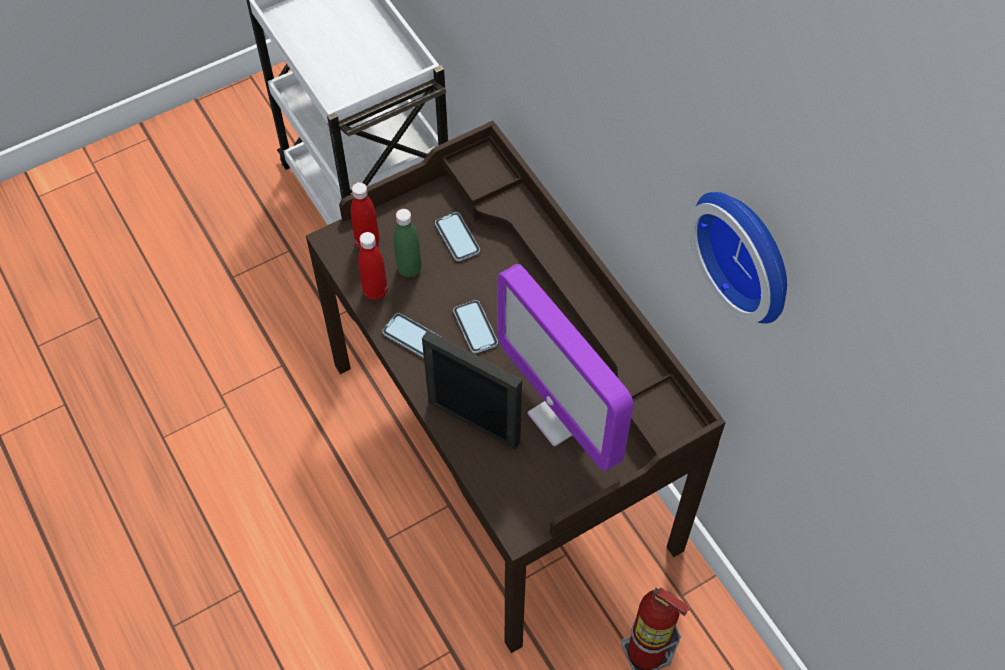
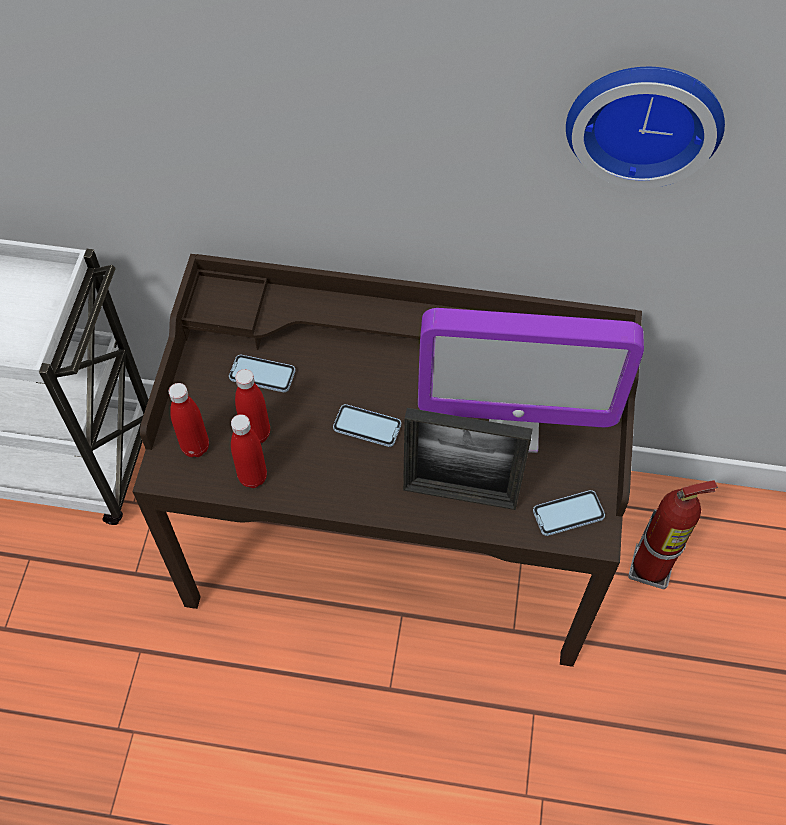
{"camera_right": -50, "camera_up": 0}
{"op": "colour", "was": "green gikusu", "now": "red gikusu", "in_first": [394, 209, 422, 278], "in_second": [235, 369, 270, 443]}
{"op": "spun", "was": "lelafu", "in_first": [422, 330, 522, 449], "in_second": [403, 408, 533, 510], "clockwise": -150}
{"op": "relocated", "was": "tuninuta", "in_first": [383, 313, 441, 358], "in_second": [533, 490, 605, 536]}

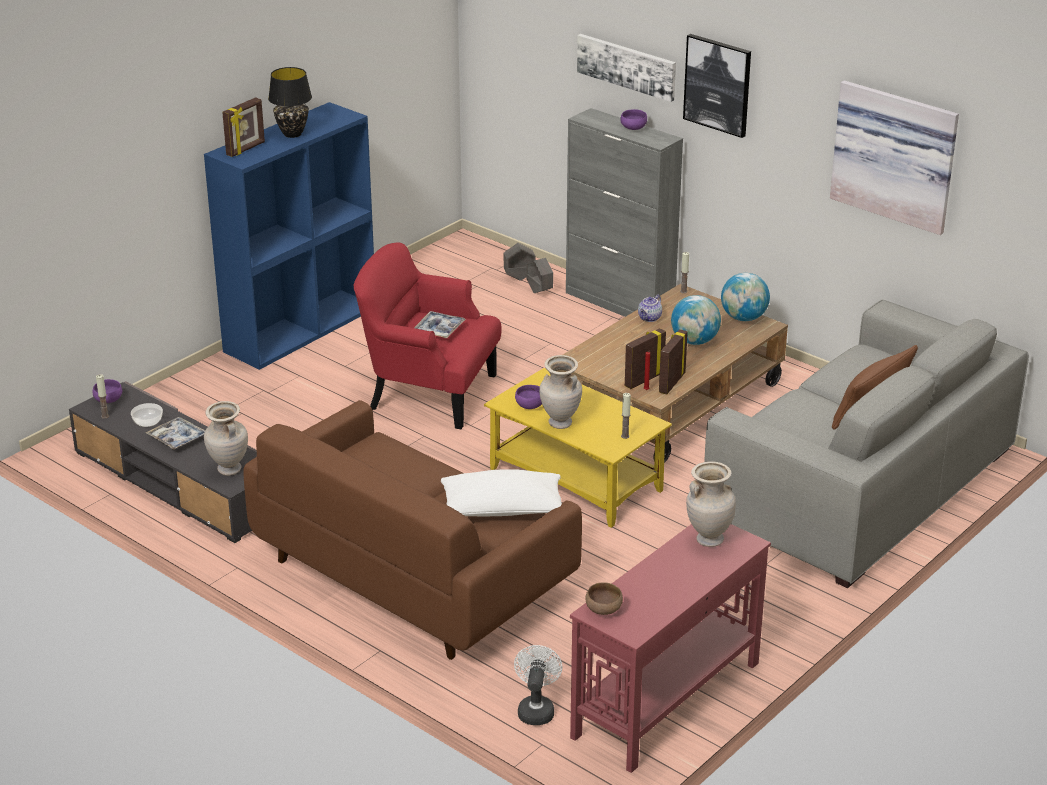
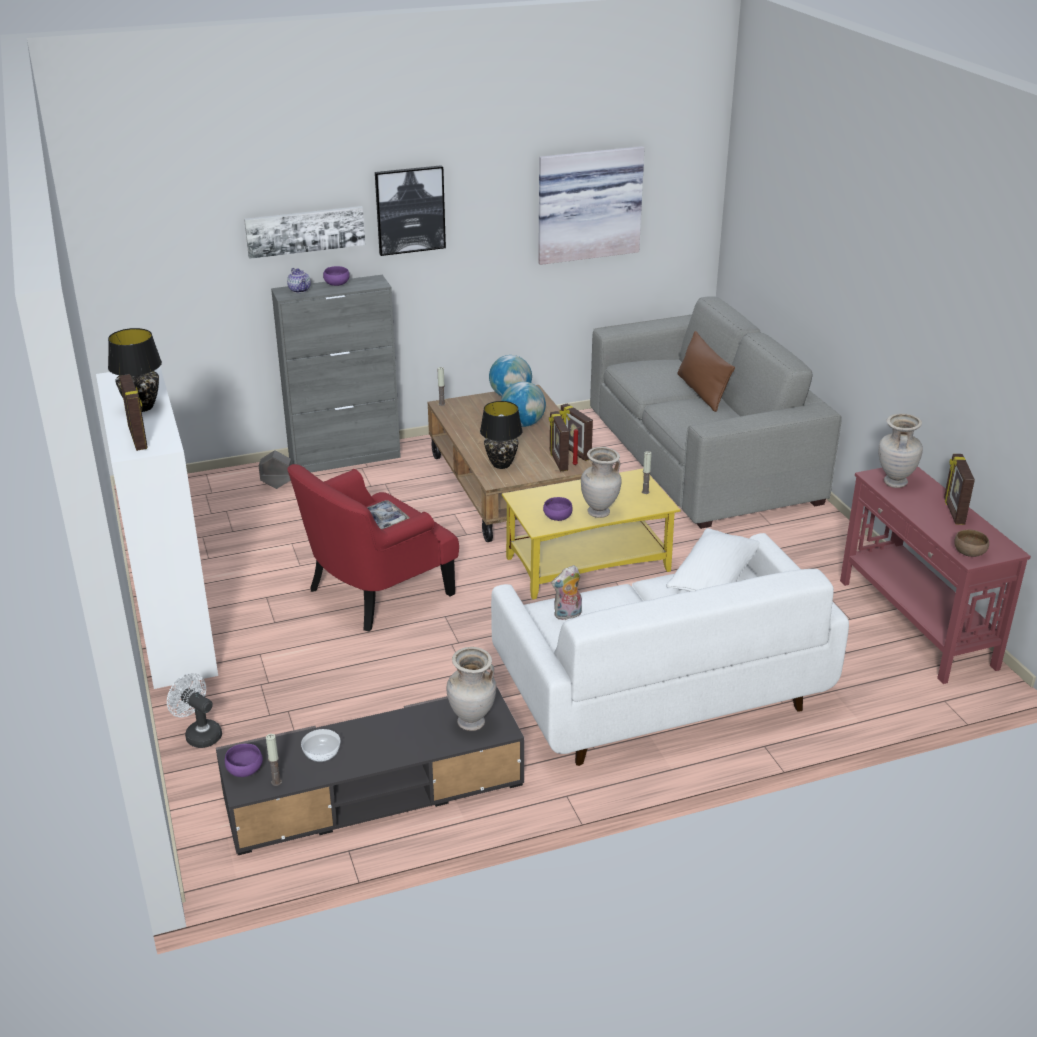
{"camera_right": -60, "camera_up": 0}
{"op": "colour", "was": "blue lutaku", "now": "white lutaku", "in_first": [204, 102, 374, 370], "in_second": [96, 367, 218, 689]}
{"op": "relocated", "was": "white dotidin", "in_first": [514, 645, 563, 725], "in_second": [167, 673, 222, 748]}
{"op": "relocated", "was": "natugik", "in_first": [638, 295, 662, 322], "in_second": [287, 268, 311, 293]}
{"op": "appeared", "now": "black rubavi", "in_second": [480, 401, 522, 469]}
{"op": "colour", "was": "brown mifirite", "now": "white mifirite", "in_first": [243, 400, 582, 660], "in_second": [491, 533, 849, 766]}
{"op": "appeared", "now": "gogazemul", "in_second": [551, 565, 582, 620]}
{"op": "appeared", "now": "lelafu", "in_second": [944, 454, 975, 525]}
{"op": "missing", "was": "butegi", "in_first": [146, 417, 205, 450]}
{"op": "missing", "was": "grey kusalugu", "in_first": [504, 243, 535, 281]}

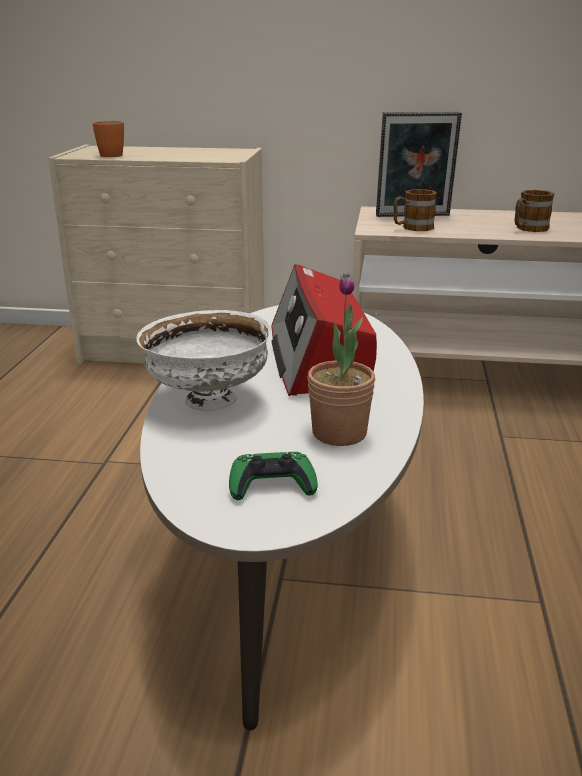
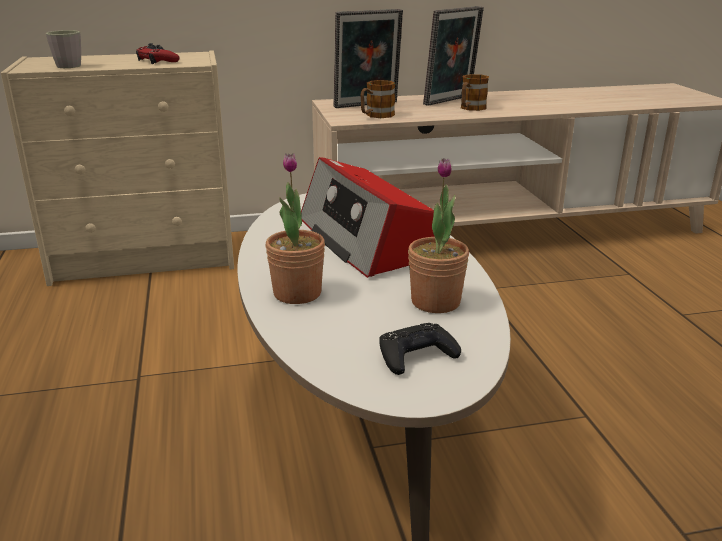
{"camera_right": -20, "camera_up": 0}
{"op": "colour", "was": "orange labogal", "now": "grey labogal", "in_first": [92, 121, 124, 157], "in_second": [46, 30, 81, 68]}
{"op": "appeared", "now": "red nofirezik", "in_second": [136, 43, 180, 64]}
{"op": "exchanged", "was": "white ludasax", "now": "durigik", "in_first": [137, 310, 272, 411], "in_second": [265, 153, 325, 304]}
{"op": "colour", "was": "green nofirezik", "now": "black nofirezik", "in_first": [229, 452, 318, 500], "in_second": [379, 323, 461, 375]}
{"op": "appeared", "now": "lelafu", "in_second": [423, 6, 484, 106]}

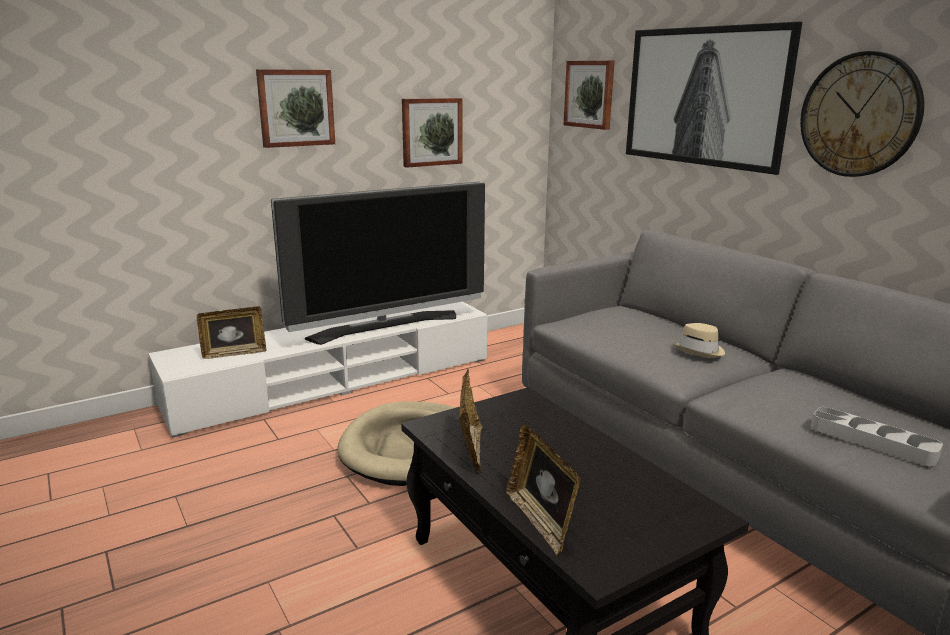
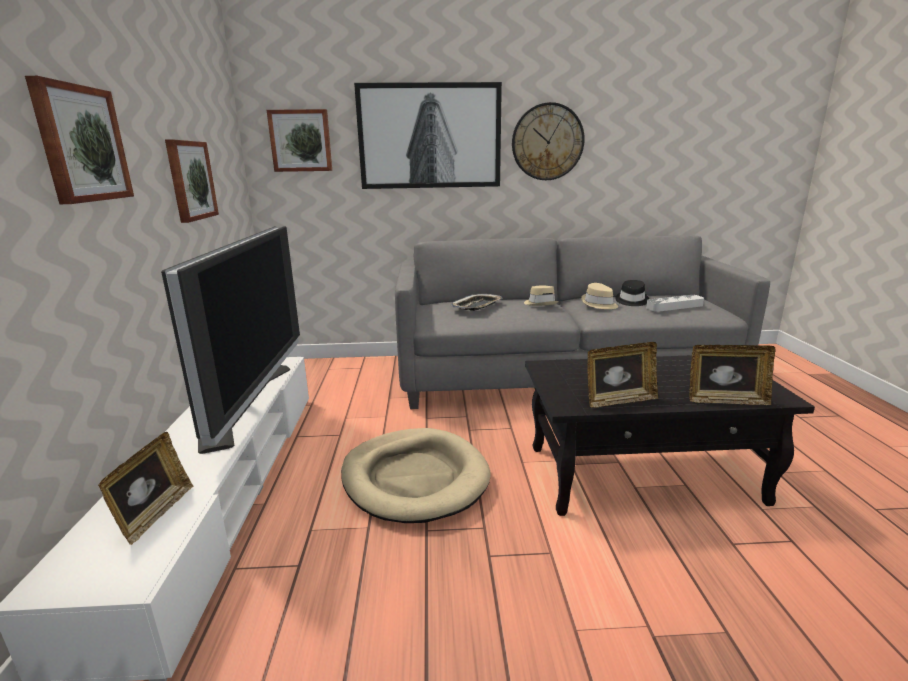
{"camera_right": -60, "camera_up": 0}
{"op": "appeared", "now": "butegi", "in_second": [451, 294, 503, 311]}
{"op": "appeared", "now": "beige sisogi", "in_second": [581, 283, 618, 309]}
{"op": "spun", "was": "lelafu", "in_first": [459, 369, 483, 473], "in_second": [587, 342, 658, 408], "clockwise": 135}
{"op": "appeared", "now": "black sisogi", "in_second": [615, 280, 649, 306]}

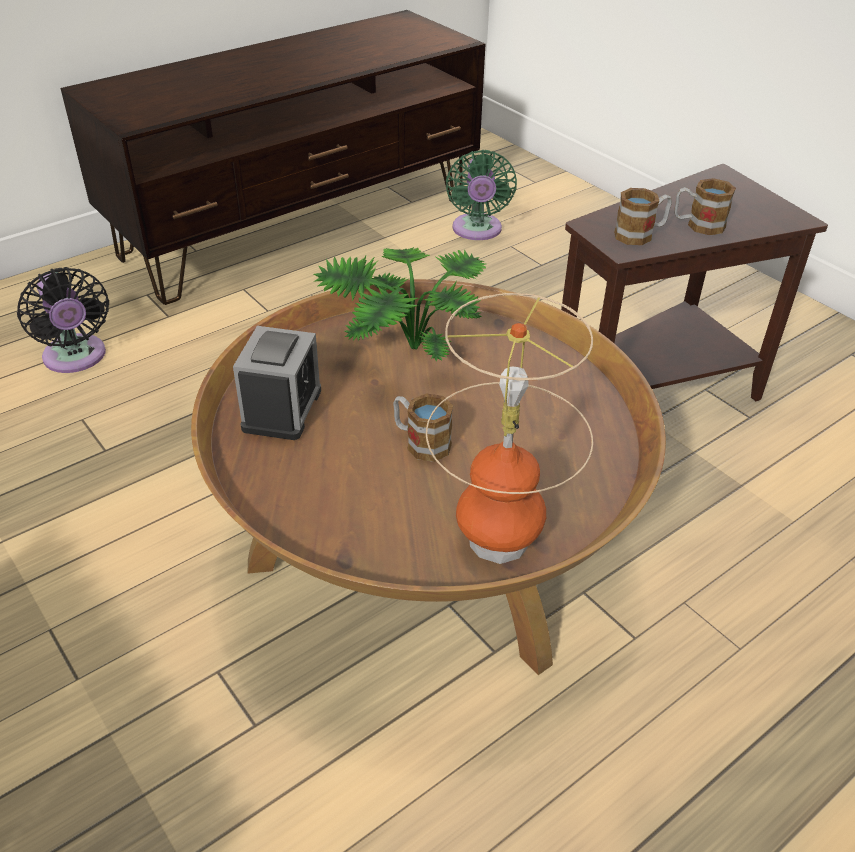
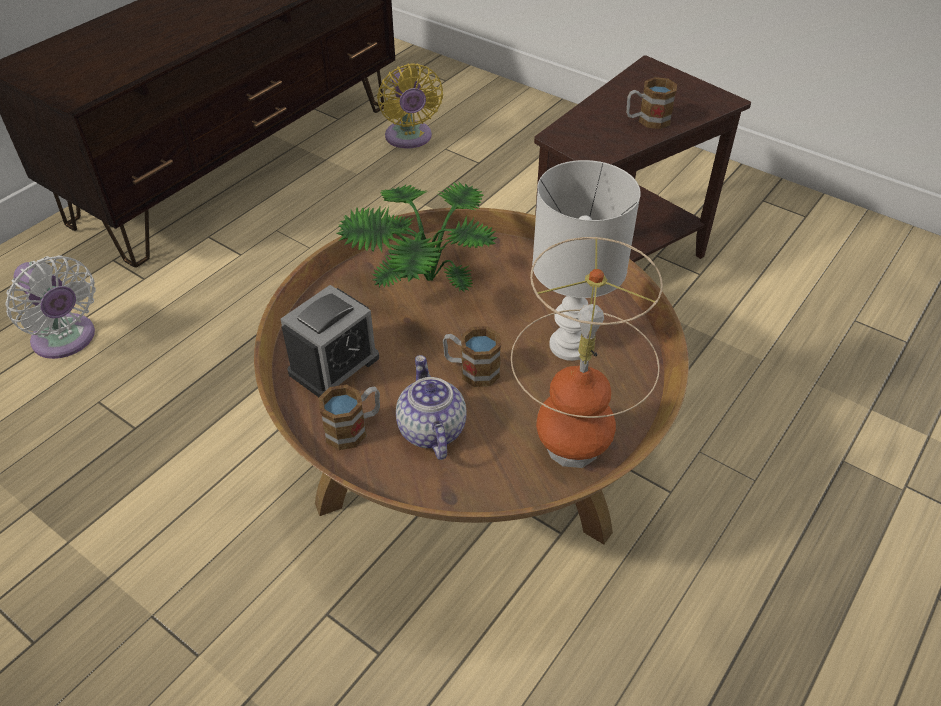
{"camera_right": -15, "camera_up": 5}
{"op": "colour", "was": "black dotidin", "now": "white dotidin", "in_first": [17, 267, 109, 373], "in_second": [5, 255, 96, 359]}
{"op": "spun", "was": "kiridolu", "in_first": [233, 326, 321, 440], "in_second": [281, 285, 379, 397], "clockwise": 45}
{"op": "relocated", "was": "labogal", "in_first": [614, 188, 672, 245], "in_second": [318, 384, 380, 450]}
{"op": "colour", "was": "green dotidin", "now": "yellow dotidin", "in_first": [446, 150, 517, 240], "in_second": [377, 63, 443, 149]}
{"op": "appeared", "now": "natugik", "in_second": [396, 355, 467, 460]}
{"op": "appeared", "now": "white rubavi", "in_second": [532, 160, 641, 361]}

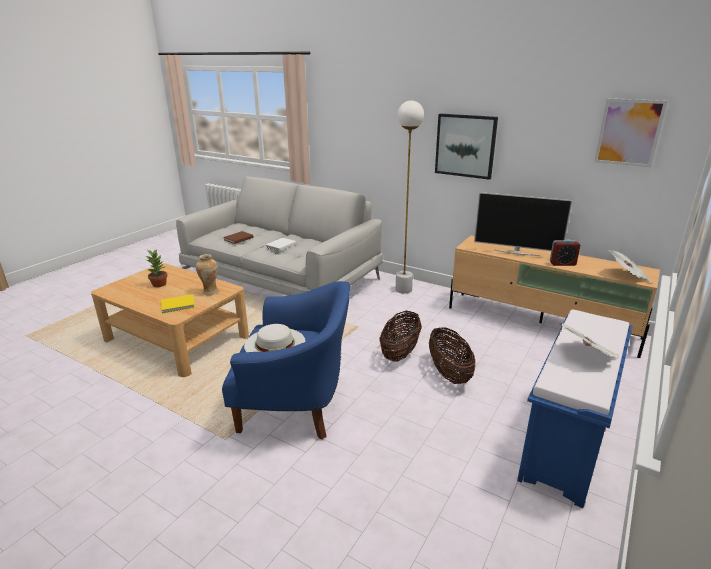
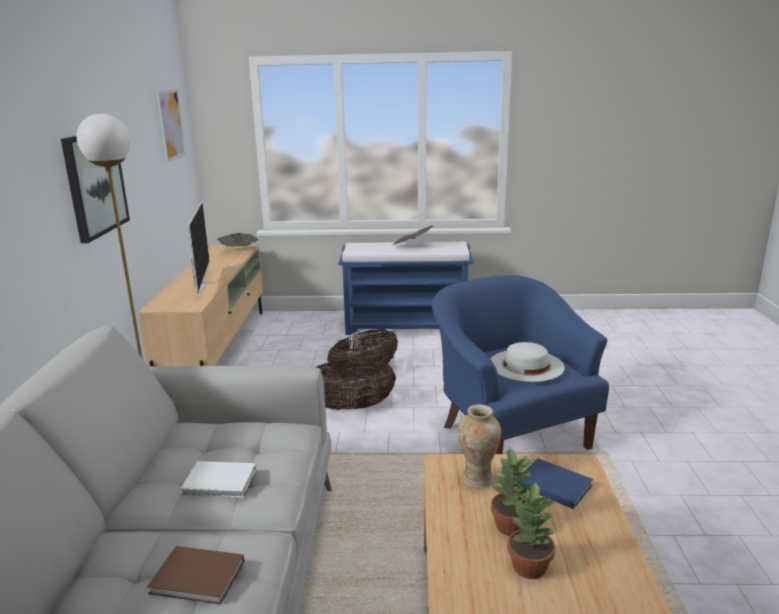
{"camera_right": -120, "camera_up": -5}
{"op": "appeared", "now": "durigik", "in_second": [491, 447, 535, 536]}
{"op": "colour", "was": "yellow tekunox", "now": "blue tekunox", "in_first": [161, 295, 195, 313], "in_second": [520, 458, 593, 509]}
{"op": "missing", "was": "kiridolu", "in_first": [550, 239, 580, 266]}

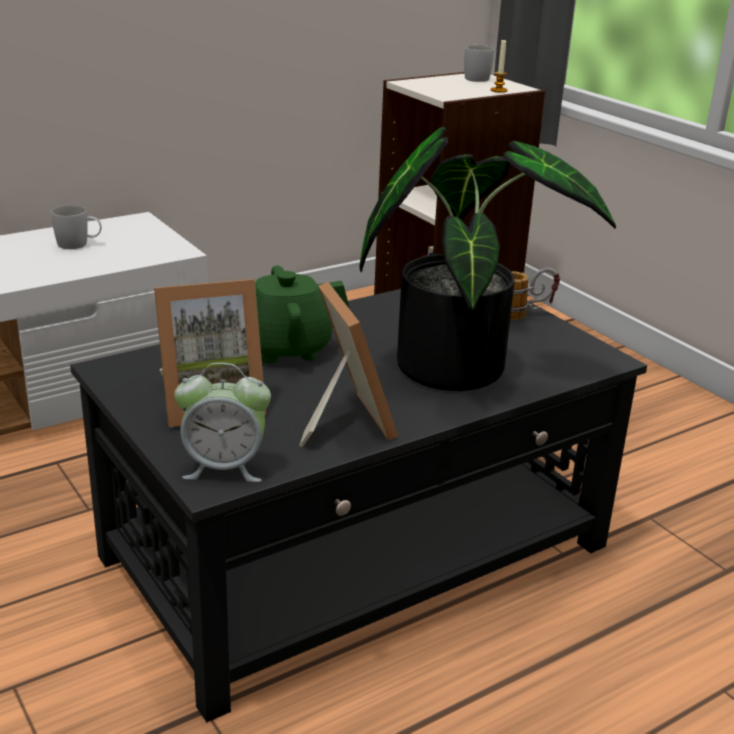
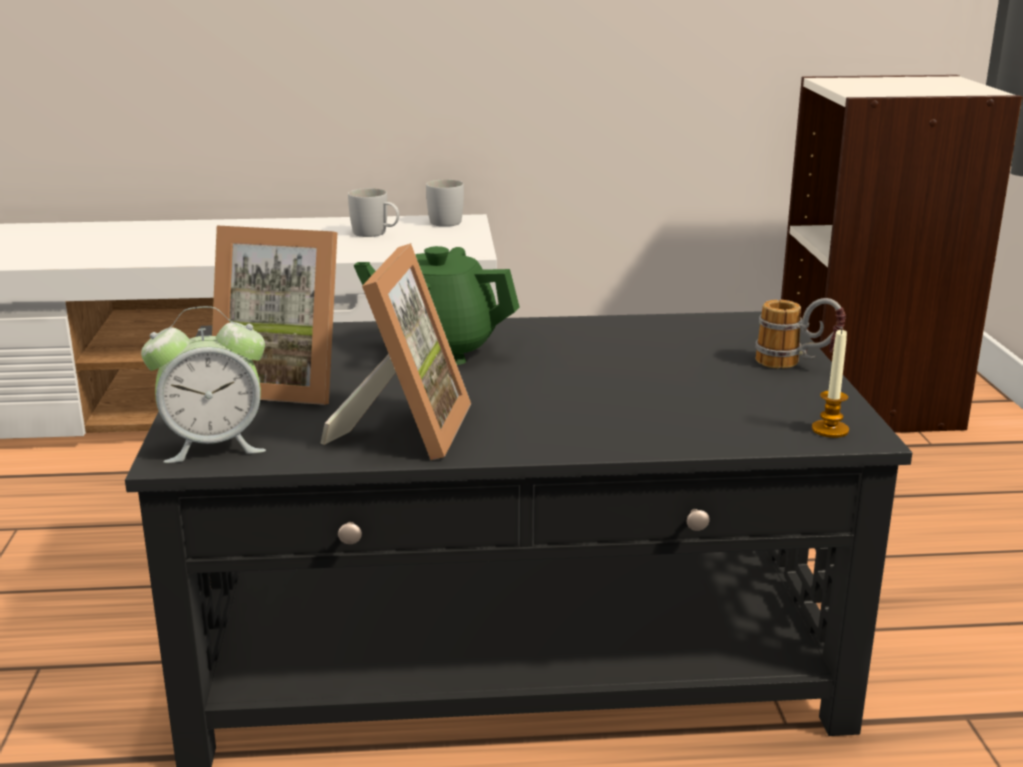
{"camera_right": 30, "camera_up": -5}
{"op": "spun", "was": "kiridolu", "in_first": [174, 363, 271, 482], "in_second": [141, 306, 266, 463], "clockwise": -45}
{"op": "relocated", "was": "white labogal", "in_first": [464, 45, 494, 82], "in_second": [426, 179, 464, 227]}
{"op": "relocated", "was": "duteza", "in_first": [491, 40, 508, 93], "in_second": [812, 329, 849, 438]}
{"op": "missing", "was": "durigik", "in_first": [359, 127, 616, 391]}

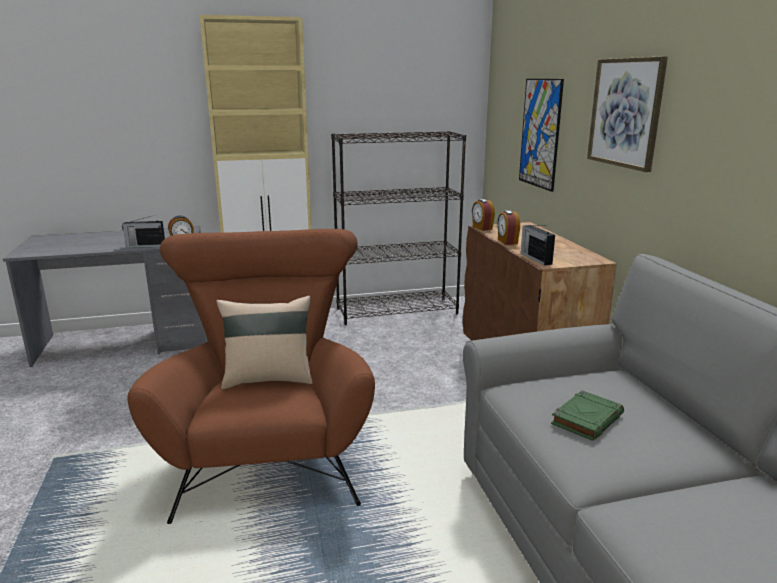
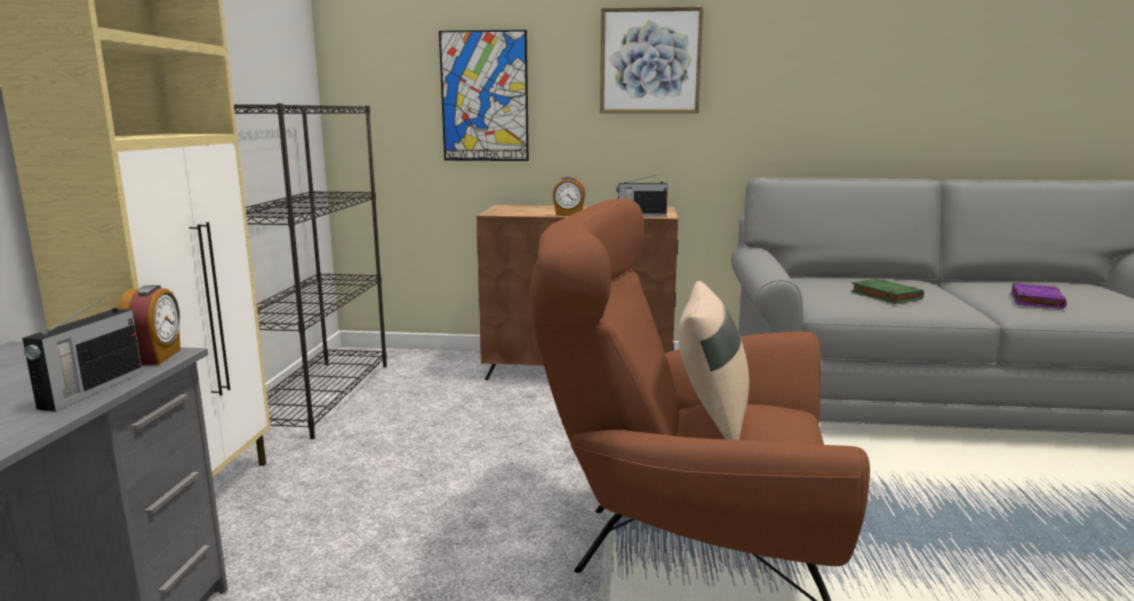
{"camera_right": -70, "camera_up": -5}
{"op": "appeared", "now": "purple tekunox", "in_second": [1011, 283, 1067, 309]}
{"op": "missing", "was": "kiridolu", "in_first": [472, 199, 495, 231]}

